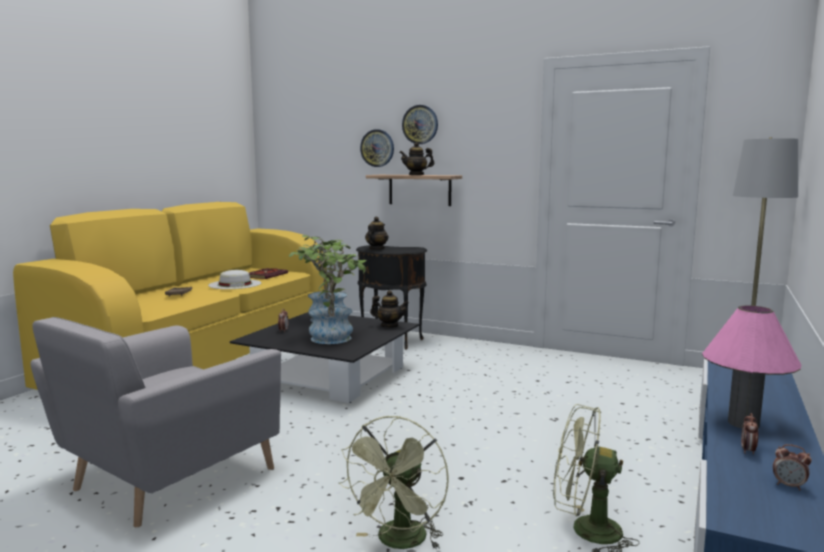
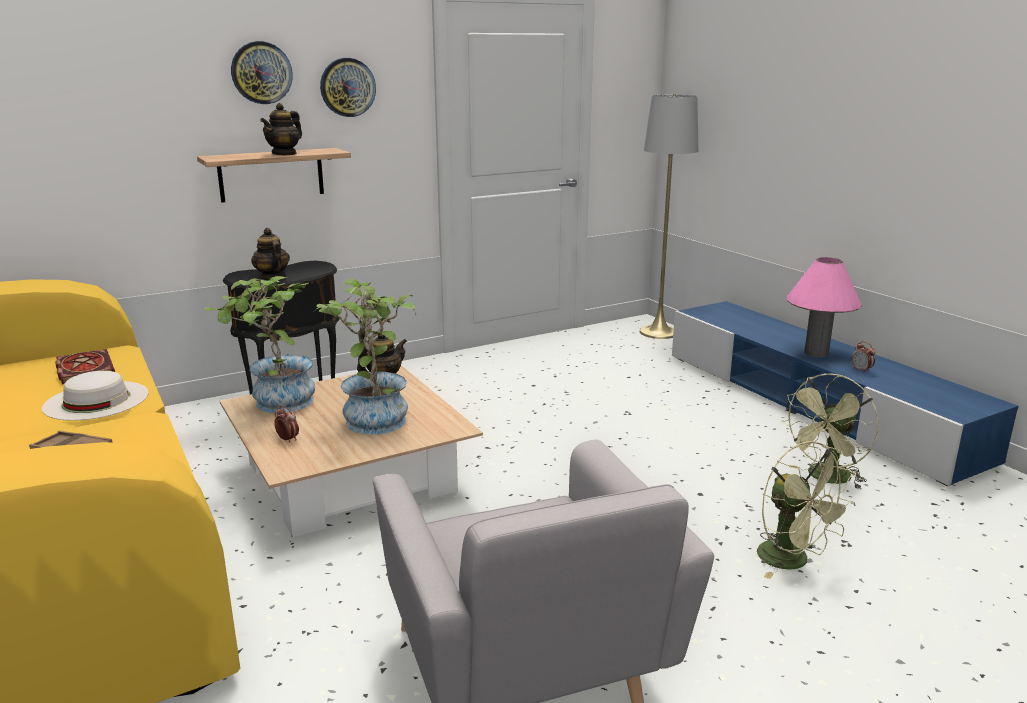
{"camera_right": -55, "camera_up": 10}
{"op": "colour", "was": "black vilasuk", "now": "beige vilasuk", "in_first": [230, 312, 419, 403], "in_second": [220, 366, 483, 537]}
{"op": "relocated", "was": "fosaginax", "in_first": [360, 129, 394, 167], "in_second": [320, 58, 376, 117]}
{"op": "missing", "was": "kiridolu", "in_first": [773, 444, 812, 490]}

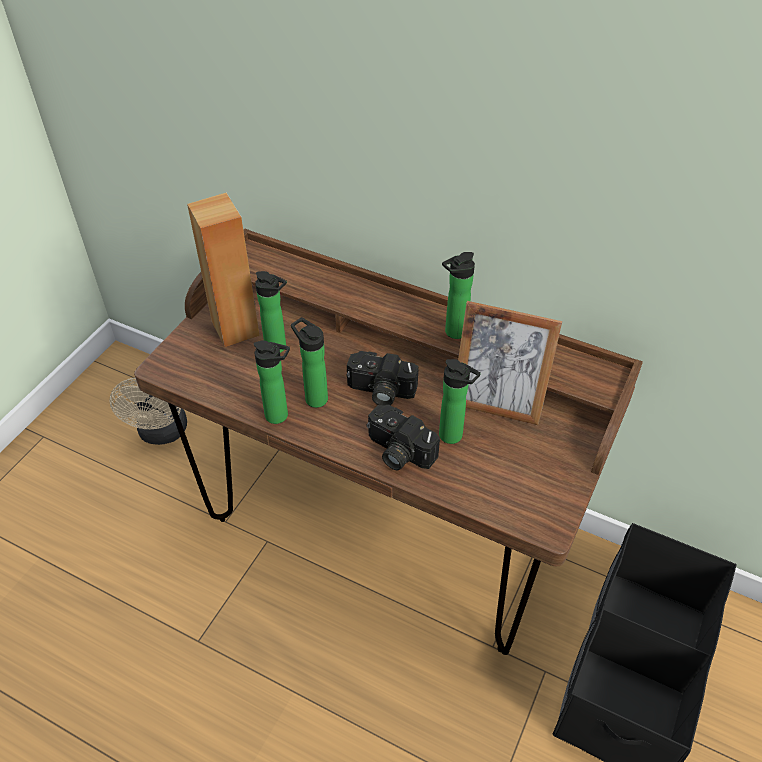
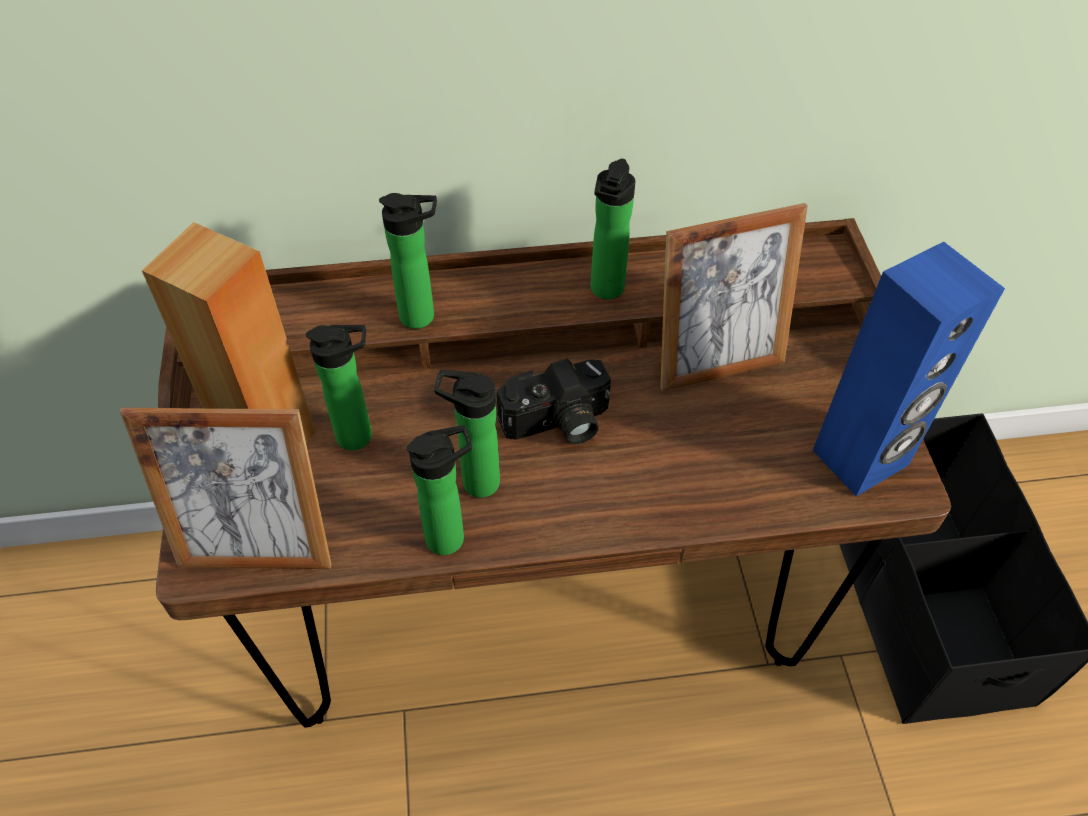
{"camera_right": -35, "camera_up": 5}
{"op": "appeared", "now": "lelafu", "in_second": [120, 407, 332, 569]}
{"op": "relocated", "was": "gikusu", "in_first": [439, 359, 481, 444], "in_second": [379, 193, 437, 329]}
{"op": "appeared", "now": "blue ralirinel", "in_second": [813, 242, 1005, 496]}
{"op": "missing", "was": "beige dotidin", "in_first": [110, 378, 187, 445]}
{"op": "missing", "was": "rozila", "in_first": [366, 405, 440, 470]}

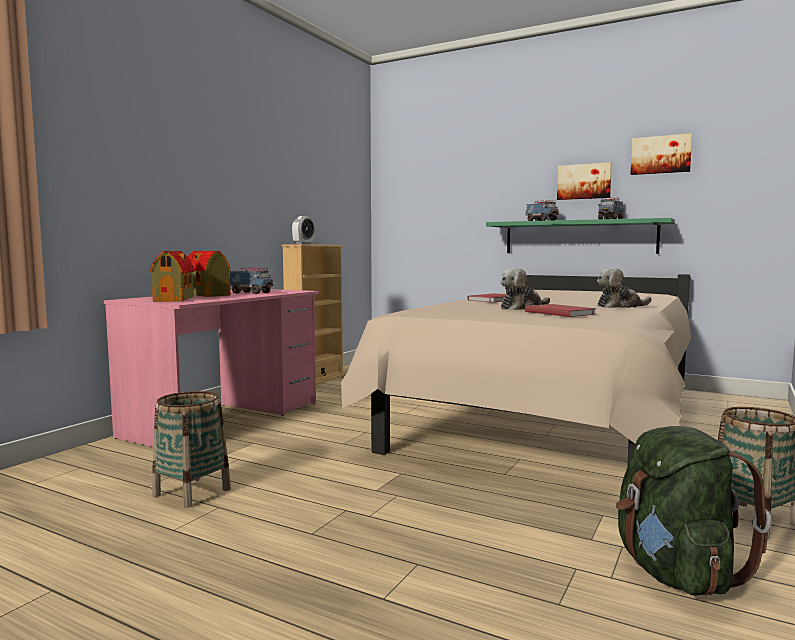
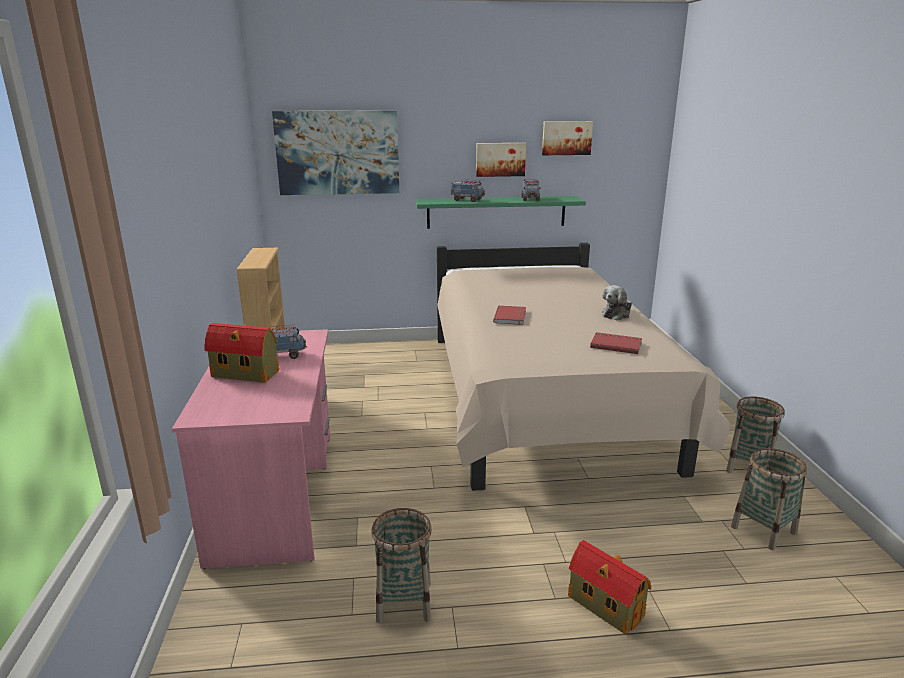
{"camera_right": -35, "camera_up": 15}
{"op": "appeared", "now": "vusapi", "in_second": [272, 110, 399, 195]}
{"op": "relocated", "was": "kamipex", "in_first": [150, 251, 194, 302], "in_second": [568, 540, 651, 634]}
{"op": "exchanged", "was": "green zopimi", "now": "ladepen", "in_first": [616, 426, 771, 596], "in_second": [731, 448, 807, 550]}
{"op": "missing", "was": "kiridolu", "in_first": [292, 216, 315, 244]}
{"op": "missing", "was": "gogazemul", "in_first": [500, 268, 550, 310]}

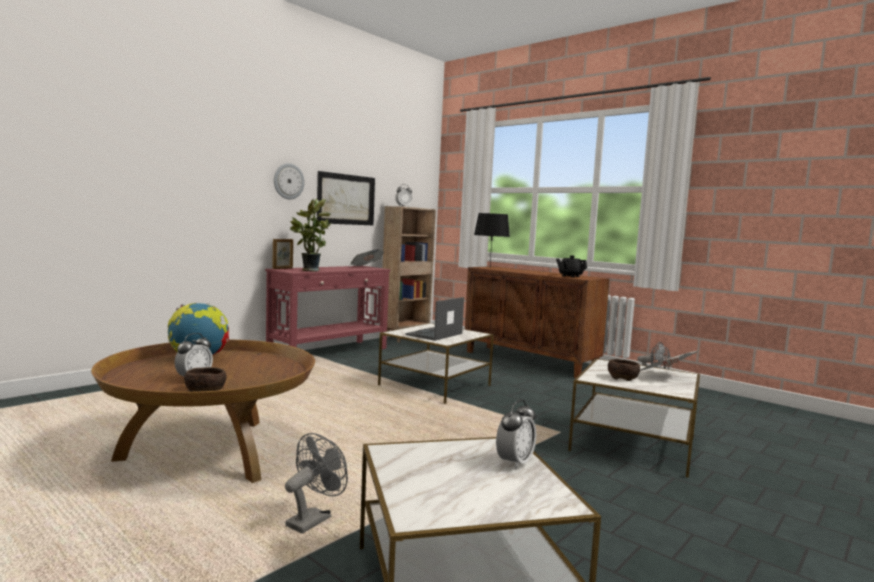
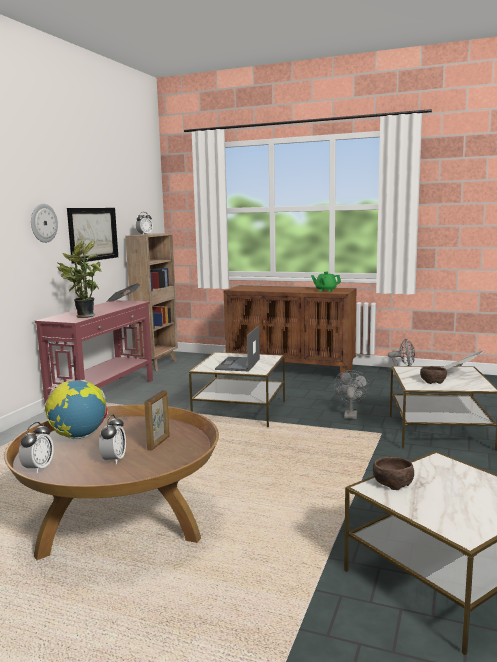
{"camera_right": -20, "camera_up": 5}
{"op": "relocated", "was": "kiridolu", "in_first": [496, 399, 536, 470], "in_second": [19, 422, 54, 474]}
{"op": "relocated", "was": "lelafu", "in_first": [272, 239, 293, 269], "in_second": [144, 390, 170, 451]}
{"op": "colour", "was": "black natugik", "now": "green natugik", "in_first": [556, 255, 587, 277], "in_second": [311, 272, 341, 292]}
{"op": "relocated", "was": "grey dotidin", "in_first": [285, 433, 348, 534], "in_second": [334, 370, 370, 419]}
{"op": "relocated", "was": "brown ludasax", "in_first": [184, 367, 226, 392], "in_second": [373, 457, 414, 490]}
{"op": "missing", "was": "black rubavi", "in_first": [474, 213, 510, 264]}

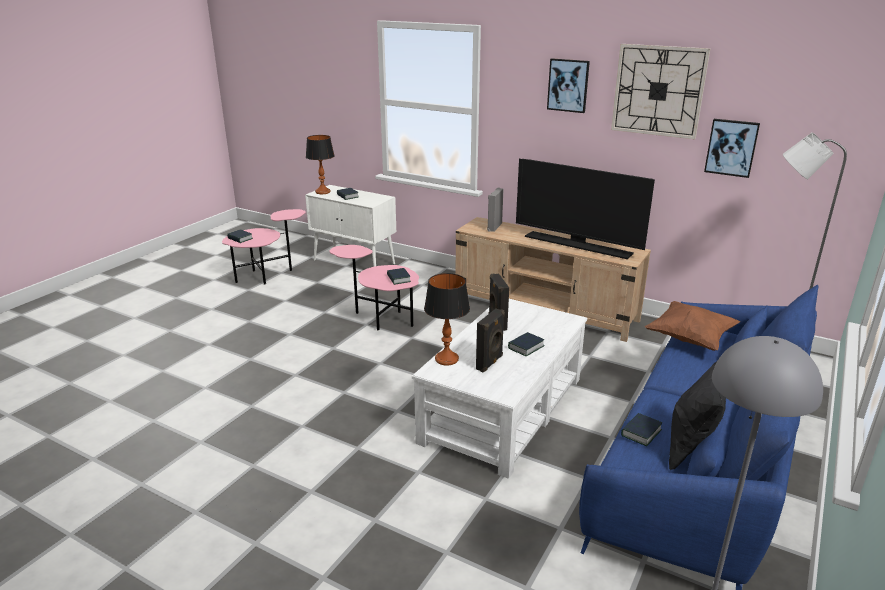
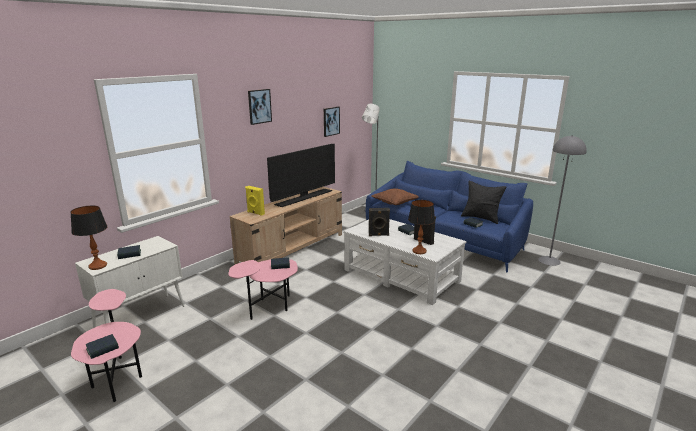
{"camera_right": -80, "camera_up": -5}
{"op": "colour", "was": "grey ralirinel", "now": "yellow ralirinel", "in_first": [487, 188, 503, 232], "in_second": [245, 186, 265, 216]}
{"op": "missing", "was": "fosaginax", "in_first": [611, 44, 711, 139]}

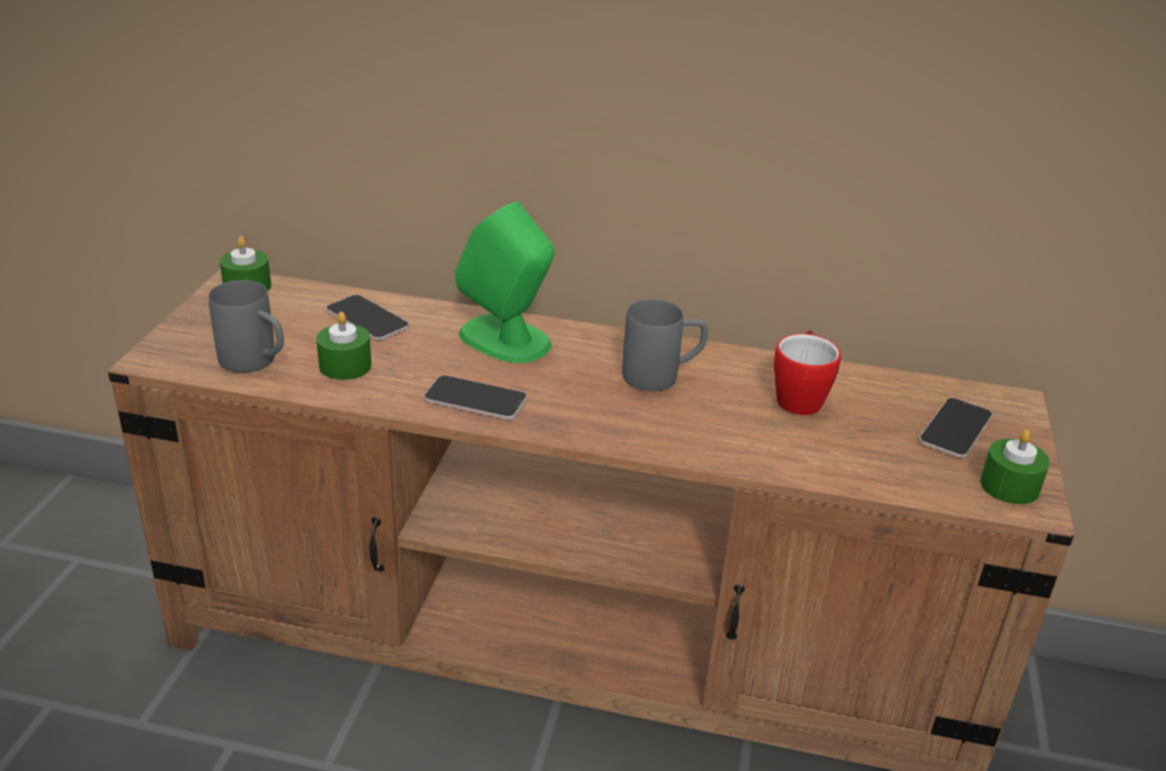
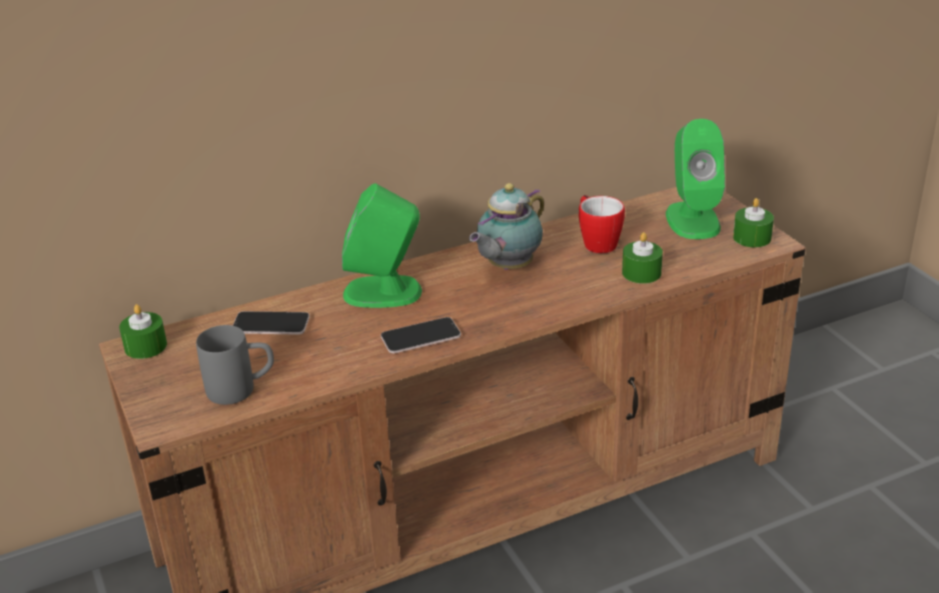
{"camera_right": -35, "camera_up": 0}
{"op": "exchanged", "was": "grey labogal", "now": "natugik", "in_first": [622, 299, 708, 391], "in_second": [469, 183, 544, 270]}
{"op": "relocated", "was": "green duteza", "in_first": [316, 312, 371, 380], "in_second": [622, 232, 663, 284]}
{"op": "exchanged", "was": "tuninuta", "now": "green ralirinel", "in_first": [919, 398, 993, 458], "in_second": [666, 119, 725, 239]}

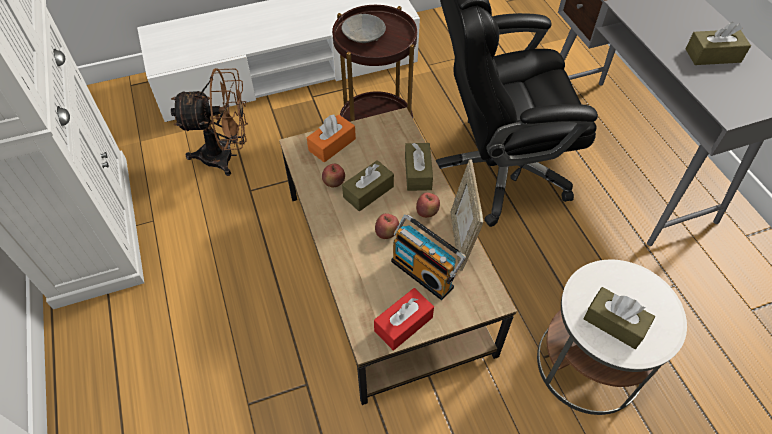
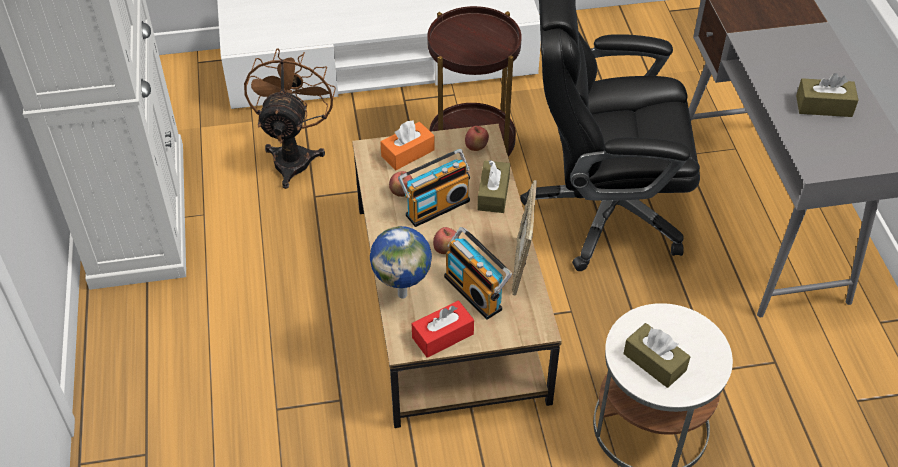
{"camera_right": 10, "camera_up": -5}
{"op": "spun", "was": "brown dotidin", "in_first": [171, 68, 248, 176], "in_second": [244, 49, 336, 189], "clockwise": -90}
{"op": "appeared", "now": "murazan", "in_second": [370, 226, 432, 299]}
{"op": "exchanged", "was": "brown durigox", "now": "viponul", "in_first": [342, 160, 394, 211], "in_second": [398, 149, 470, 227]}
{"op": "relocated", "was": "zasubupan", "in_first": [416, 192, 440, 218], "in_second": [465, 126, 489, 151]}
{"op": "missing", "was": "grey ludasax", "in_first": [342, 14, 386, 43]}

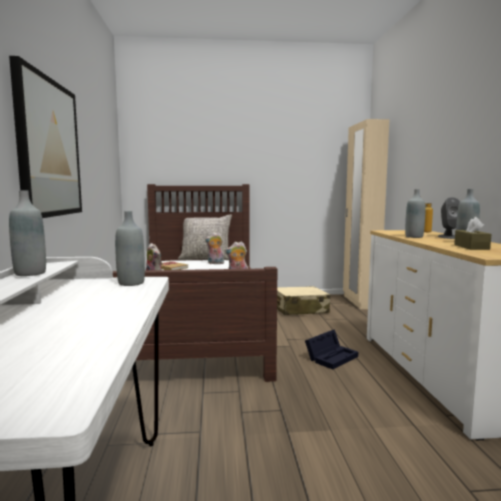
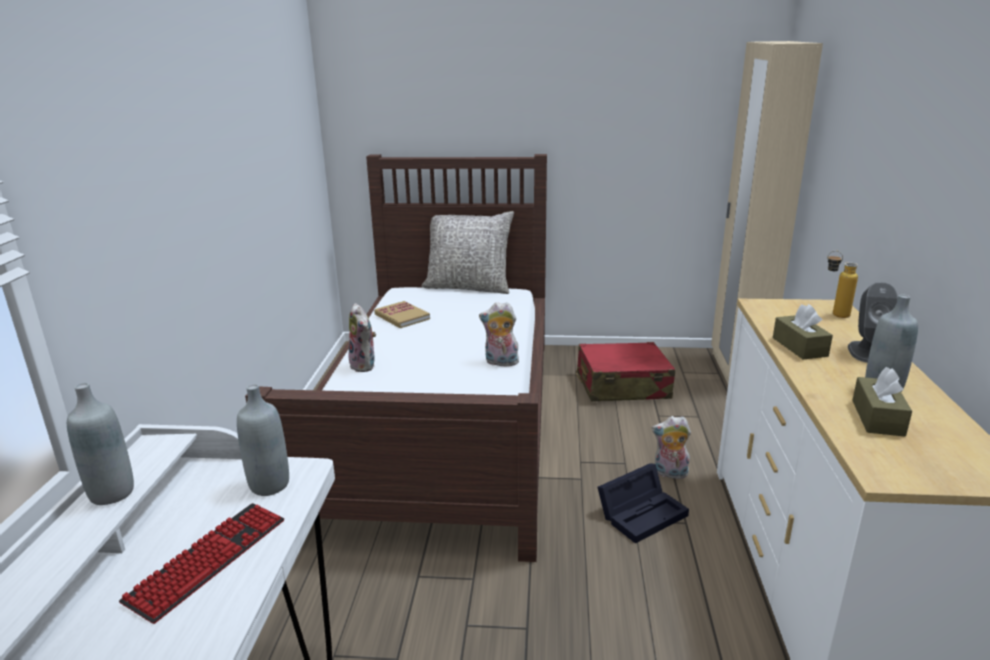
{"camera_right": 10, "camera_up": 15}
{"op": "appeared", "now": "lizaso", "in_second": [119, 503, 284, 624]}
{"op": "colour", "was": "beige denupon", "now": "red denupon", "in_first": [277, 286, 330, 315], "in_second": [576, 342, 676, 402]}
{"op": "relocated", "was": "gogazemul", "in_first": [205, 232, 224, 264], "in_second": [652, 416, 691, 481]}
{"op": "exchanged", "was": "grey gikusu", "now": "brown durigox", "in_first": [405, 189, 425, 238], "in_second": [773, 304, 833, 359]}
{"op": "missing", "was": "vusapi", "in_first": [9, 56, 82, 218]}

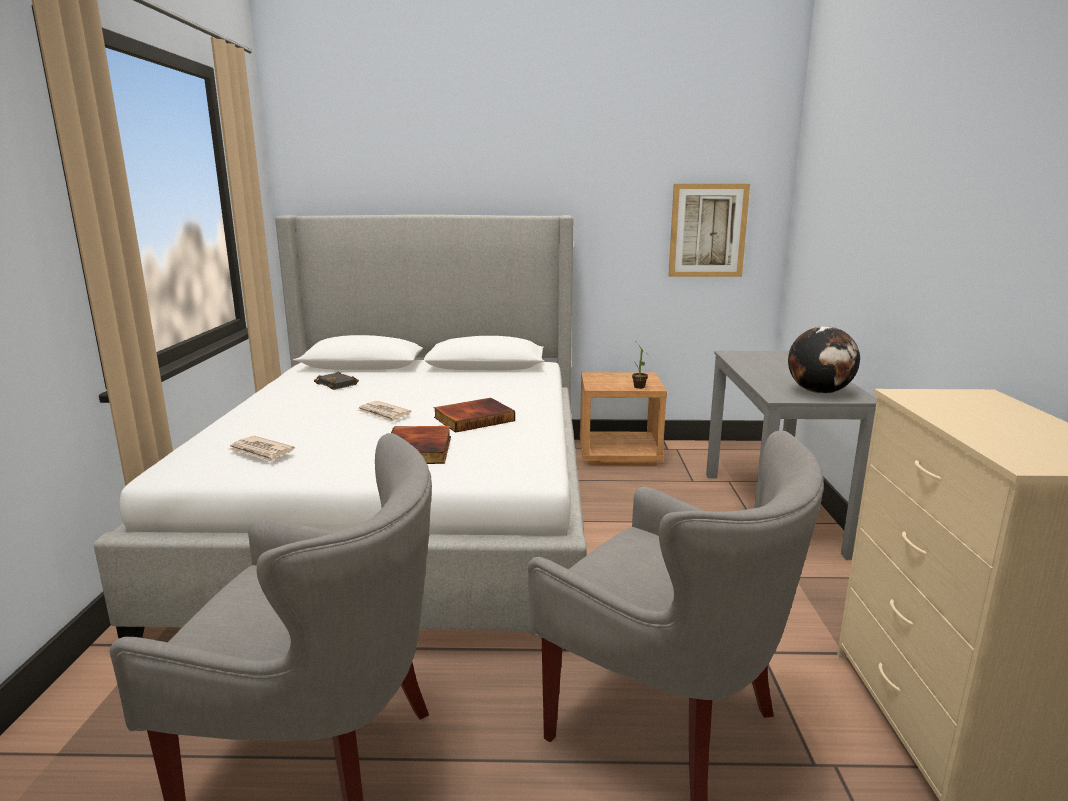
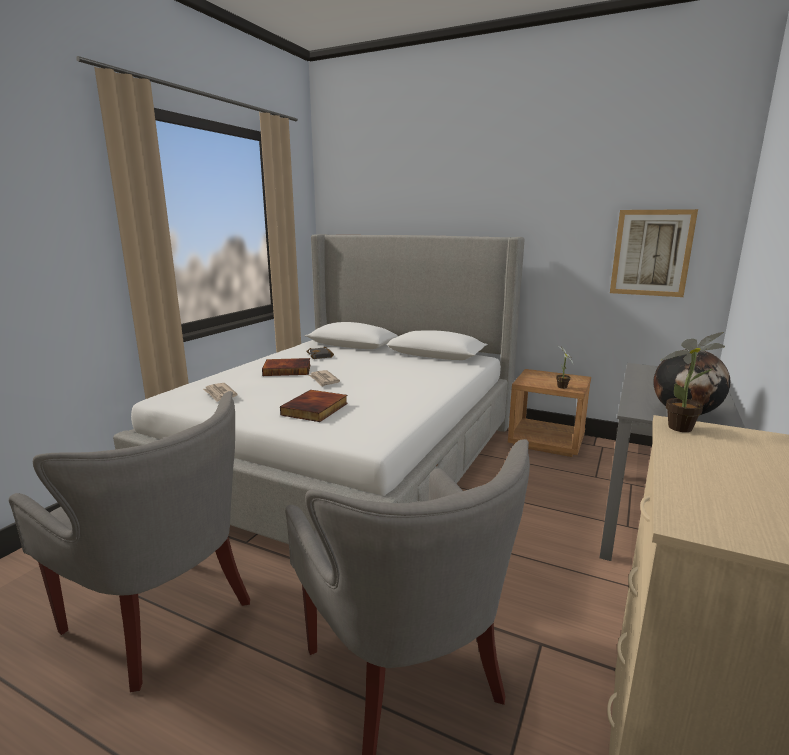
{"camera_right": 25, "camera_up": 0}
{"op": "relocated", "was": "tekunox", "in_first": [434, 398, 515, 433], "in_second": [262, 358, 311, 376]}
{"op": "appeared", "now": "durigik", "in_second": [662, 332, 725, 432]}

